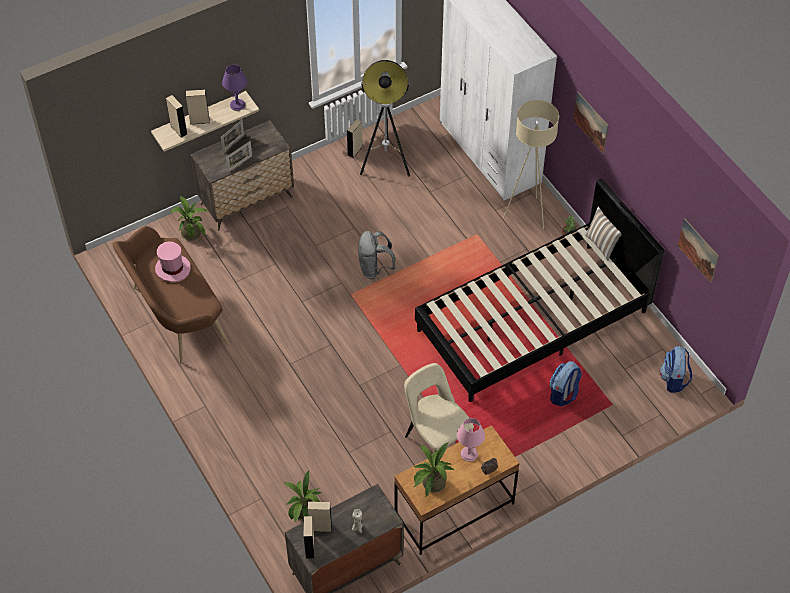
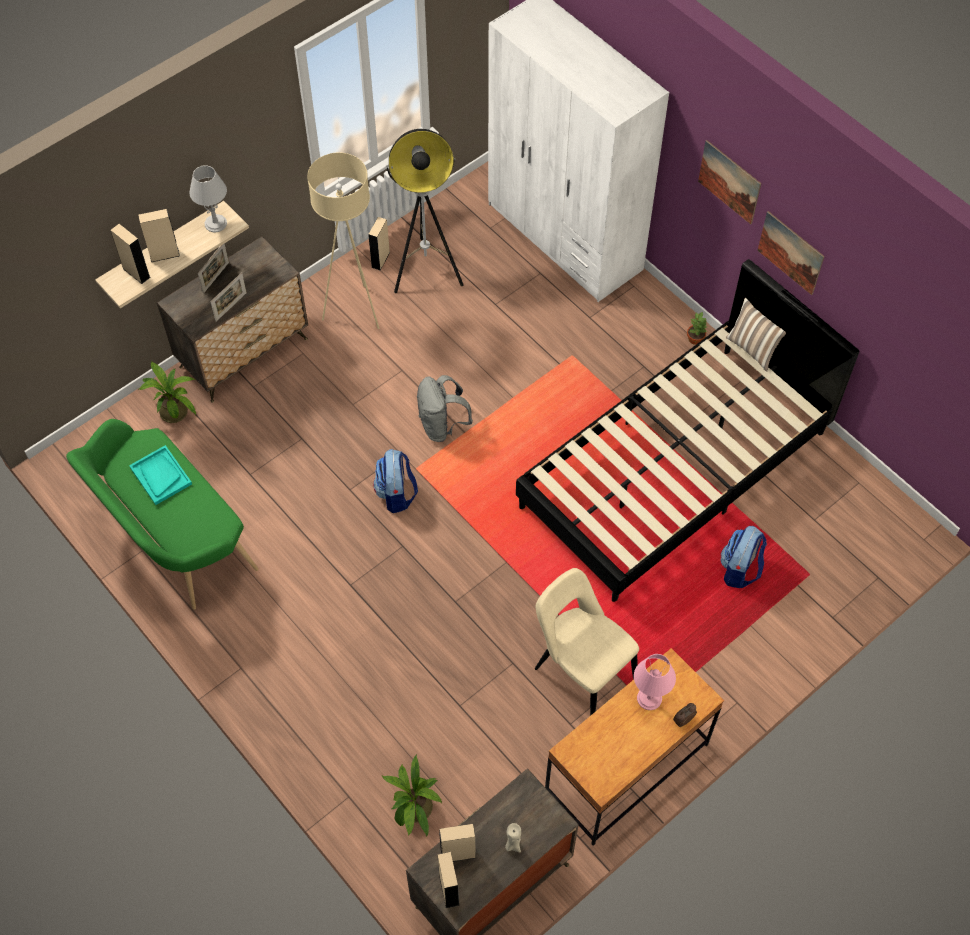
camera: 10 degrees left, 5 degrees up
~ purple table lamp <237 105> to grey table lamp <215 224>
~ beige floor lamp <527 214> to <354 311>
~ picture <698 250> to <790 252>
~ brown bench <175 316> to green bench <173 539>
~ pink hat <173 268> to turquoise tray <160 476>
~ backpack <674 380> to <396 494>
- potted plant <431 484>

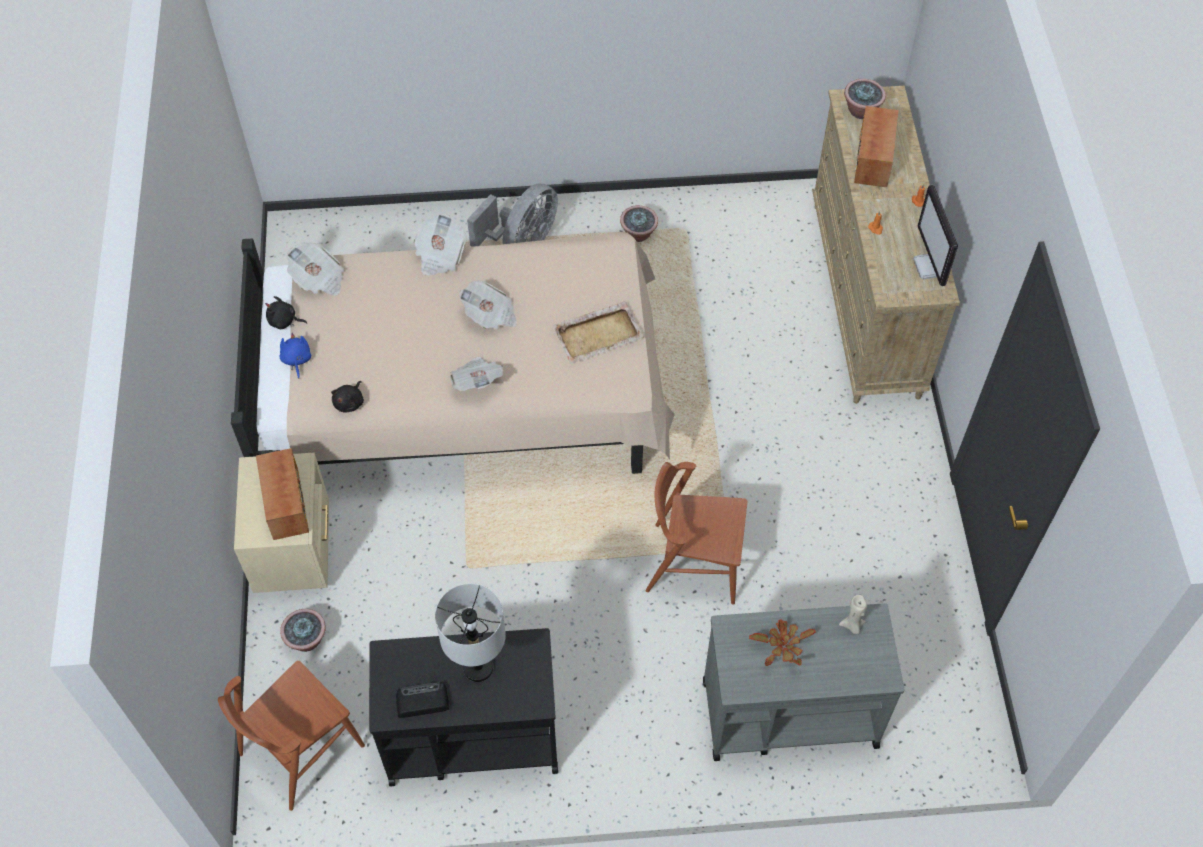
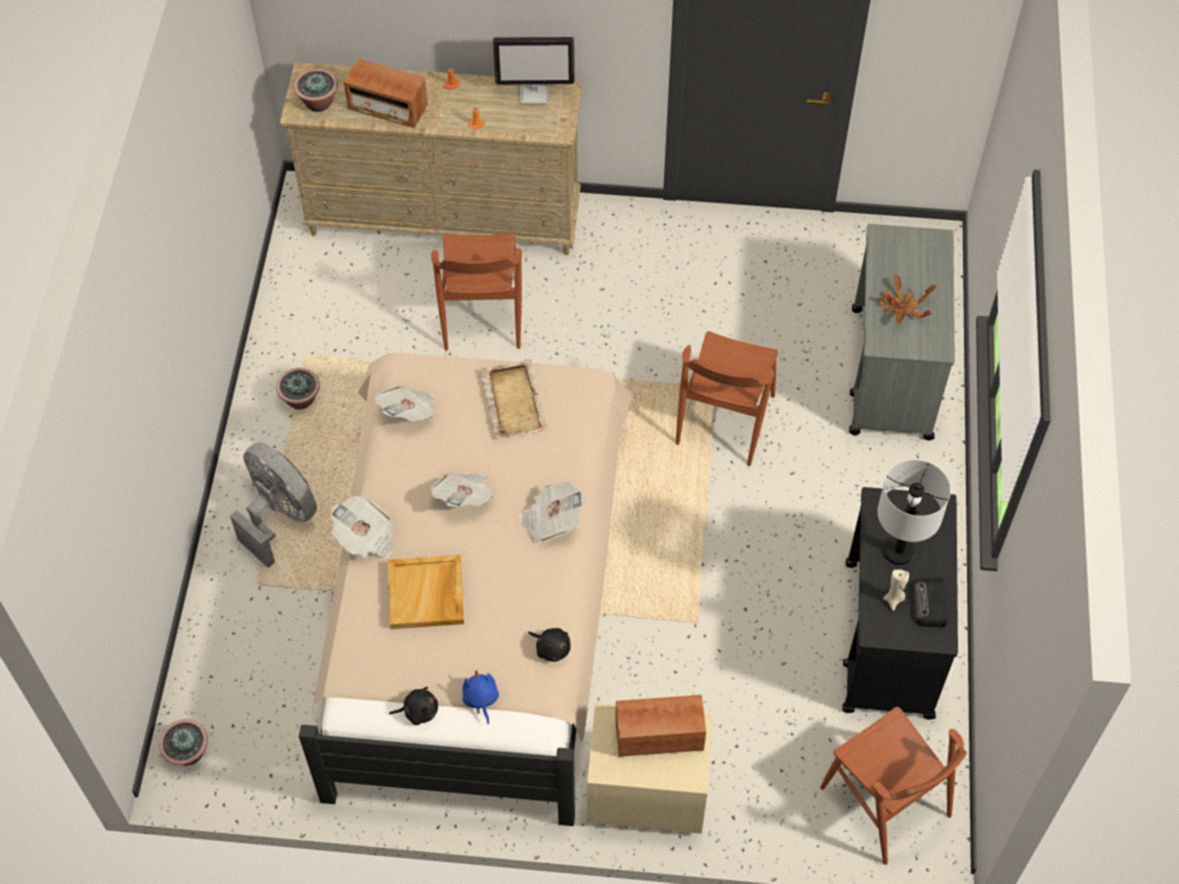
camera: 80 degrees left, 0 degrees up
~ newspaper <319 279> to <409 412>
~ black plush toy <284 321> = <418 711> 120 degrees counterclockwise
~ blue plush toy <296 360> = <480 699> 75 degrees clockwise
~ beige candle <852 625> to <894 599>
~ potted plant <307 640> to <188 753>
+ brown chair <482 314>
+ beige tray <426 594>

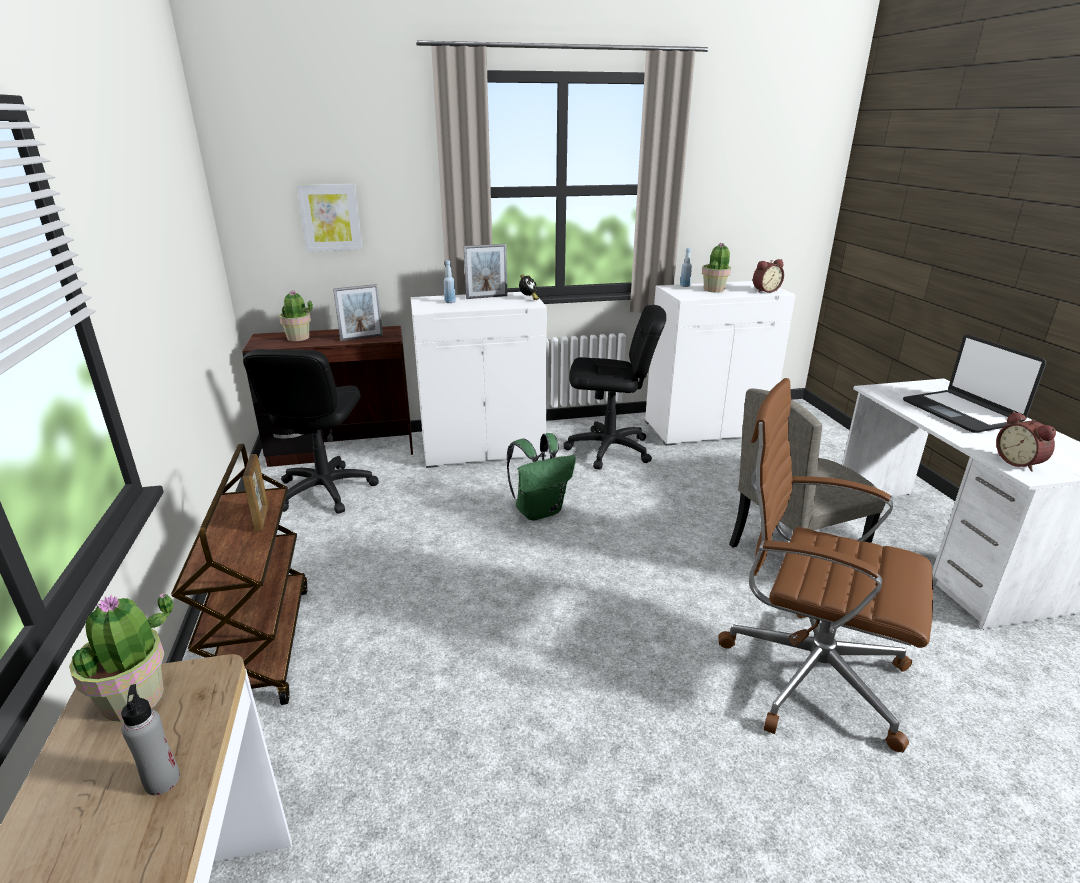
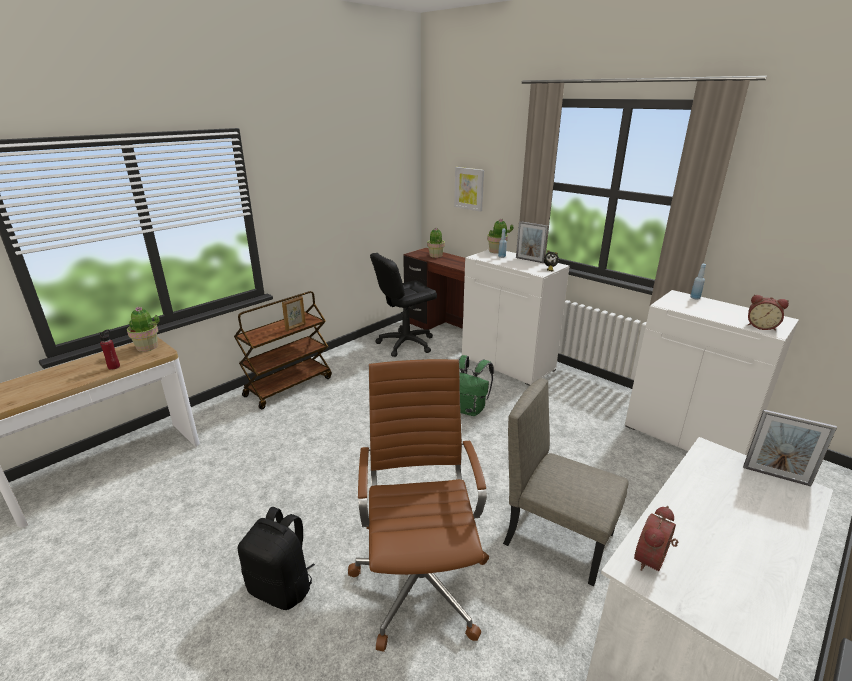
camera: 55 degrees right, 0 degrees up
~ potted plant <714 290> to <496 251>
~ picture frame <361 338> to <776 476>
- black office chair <609 450>
- laptop <961 412>
~ grey bottle <162 780> to red bottle <114 367>
+ black backpack <282 587>

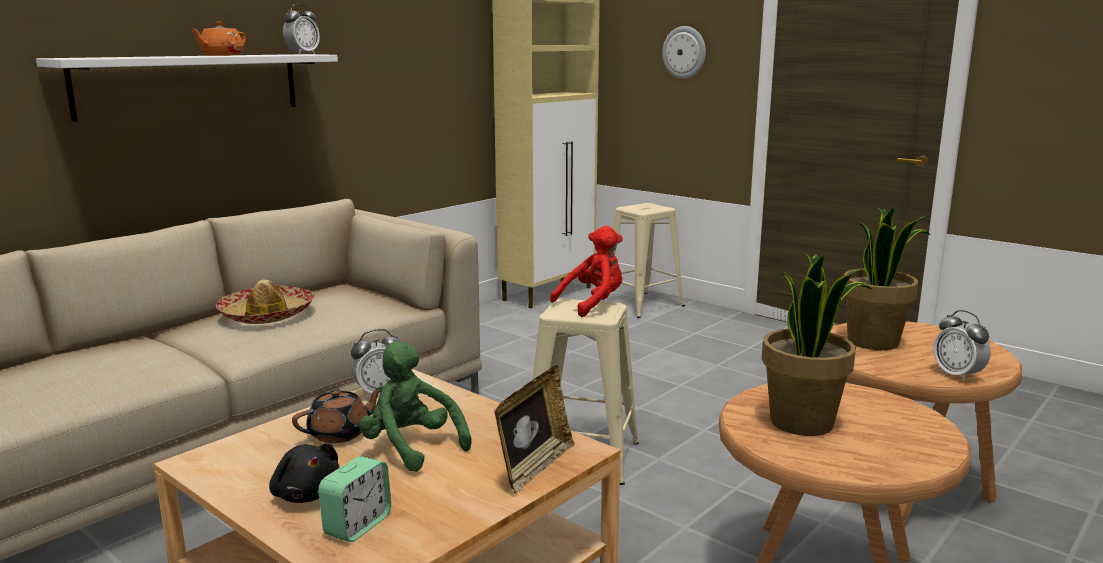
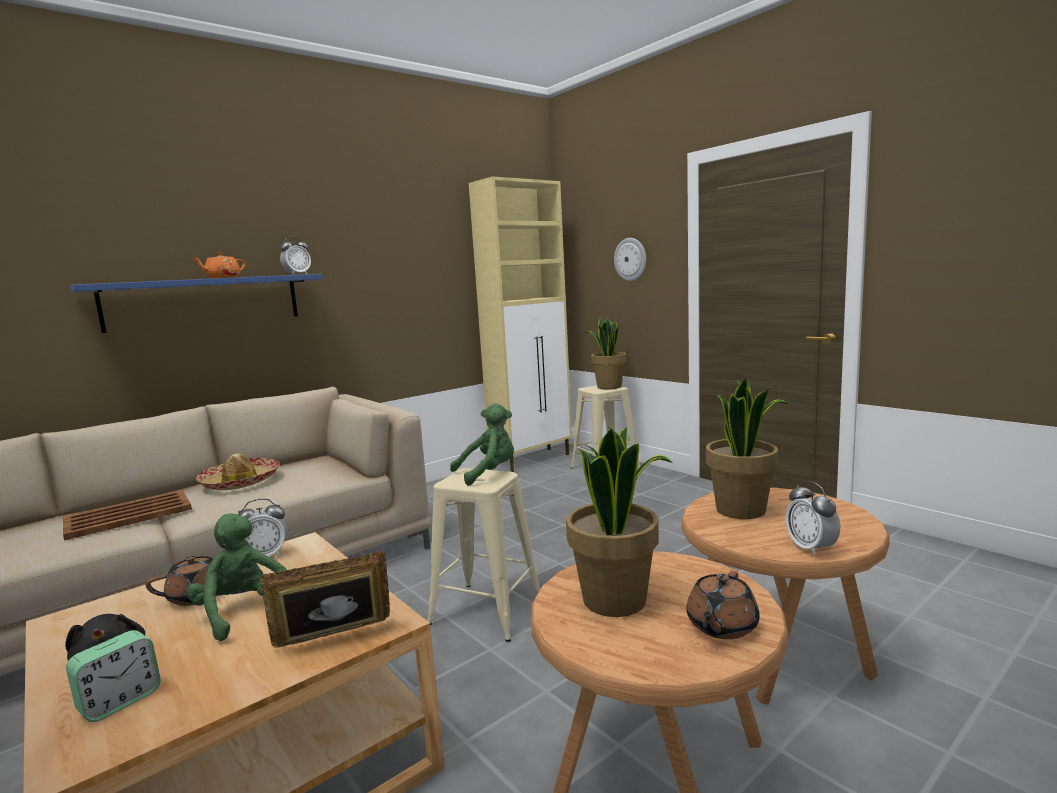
camera: 10 degrees right, 5 degrees down
~ white shelf <190 85> to blue shelf <204 302>
~ red plush toy <593 304> to green plush toy <488 473>
~ picture frame <534 467> = <334 640> 150 degrees counterclockwise
+ potted plant <608 387>
+ brown tray <130 515>
+ brown teapot <721 626>

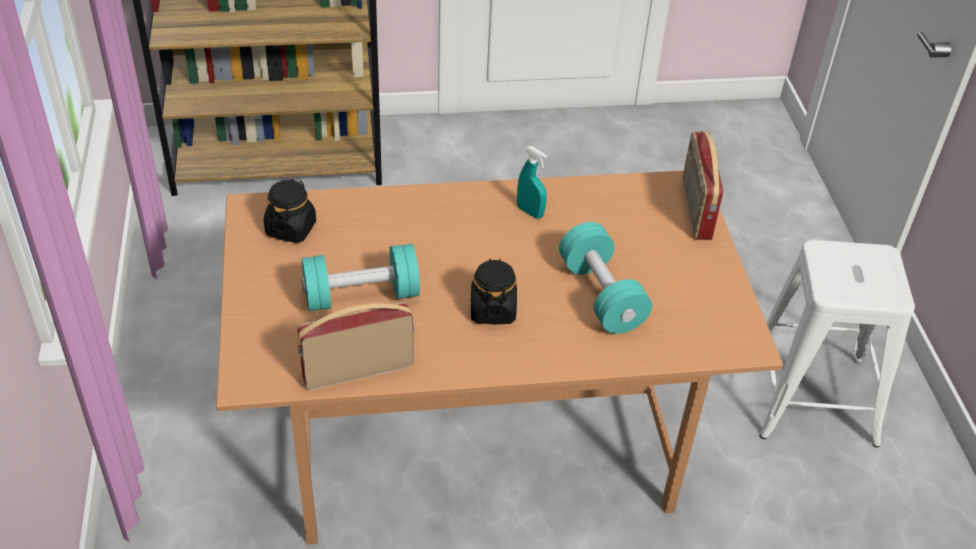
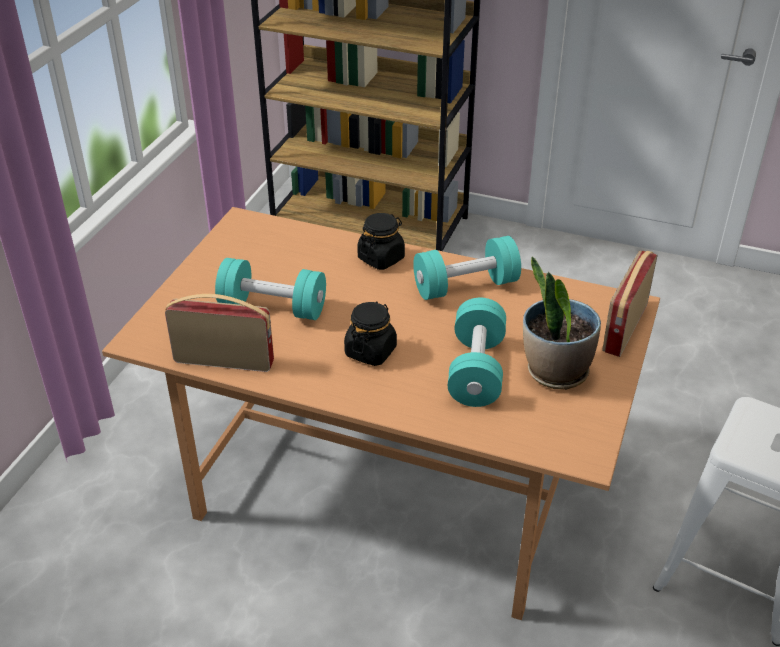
camera: 30 degrees right, 5 degrees down
~ turquoise spray bottle <530 212> to turquoise dumbbell <465 286>
~ black jar <291 228> to <381 258>
+ potted plant <555 372>

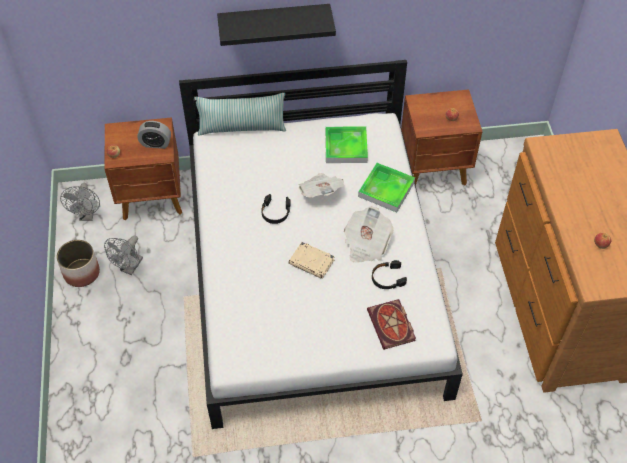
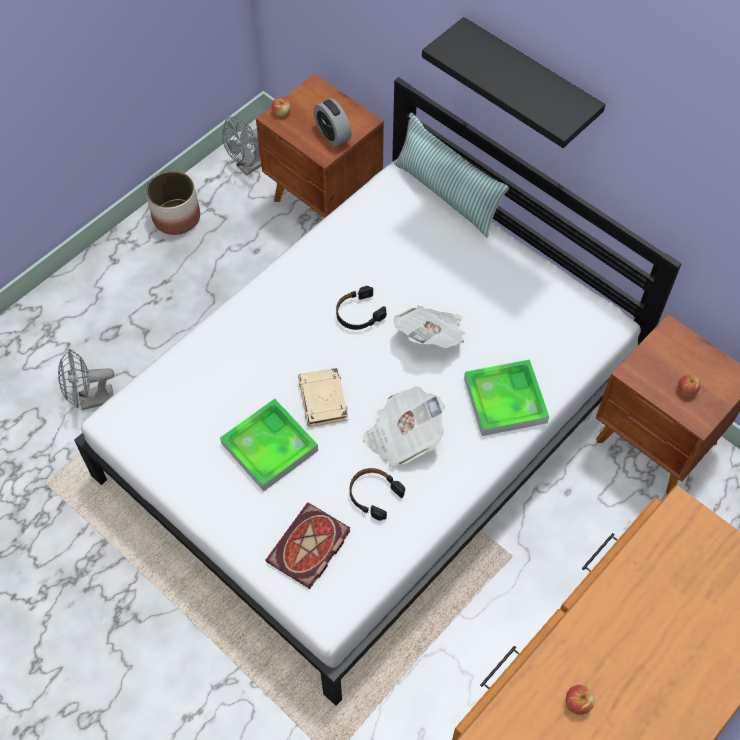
camera: 50 degrees right, 5 degrees up
~ tray <346 147> to <269 447>
~ grey fan <129 268> to <91 400>

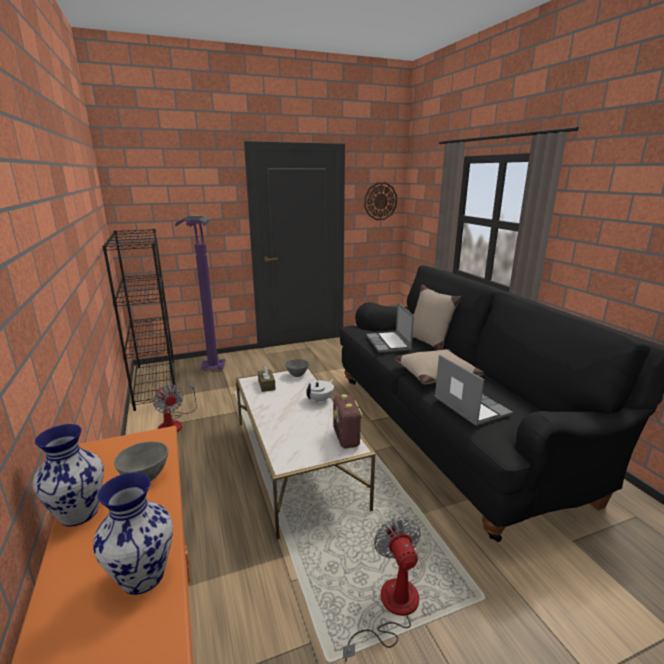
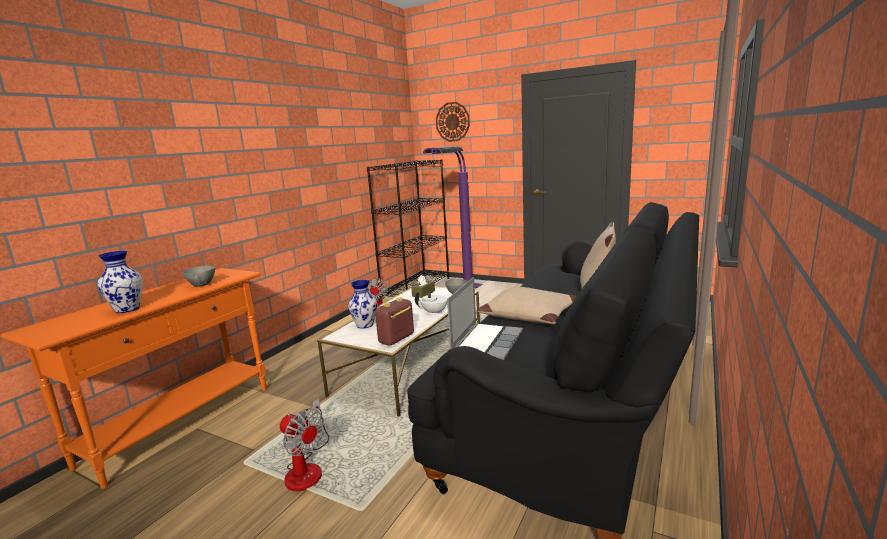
camera: 50 degrees right, 5 degrees down
~ wall clock <380 201> to <452 122>
- laptop <389 343>
~ vase <78 513> to <364 325>
~ fan <391 609> = <307 468> 90 degrees clockwise

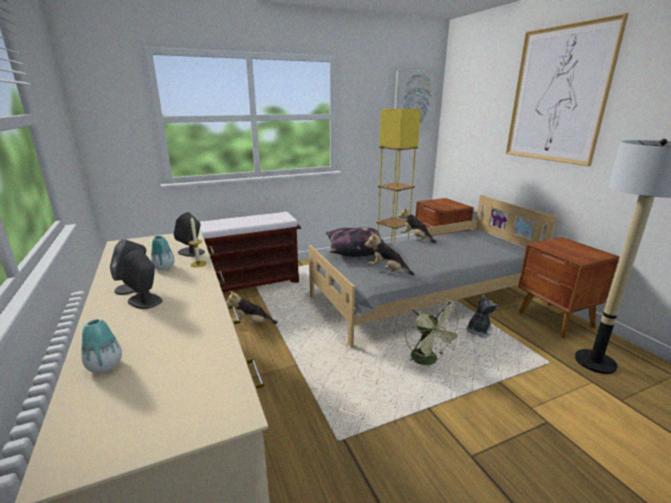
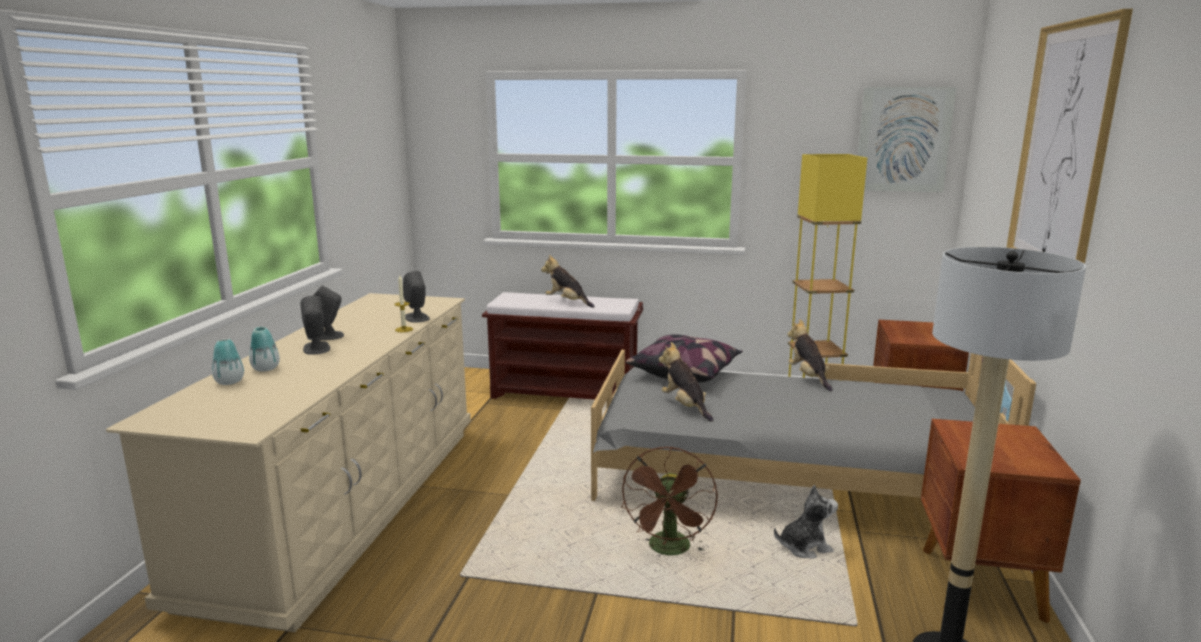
camera: 35 degrees right, 5 degrees down
~ vase <164 267> to <266 369>
~ plush toy <252 323> to <567 302>
~ green fan <428 361> to brown fan <669 551>

